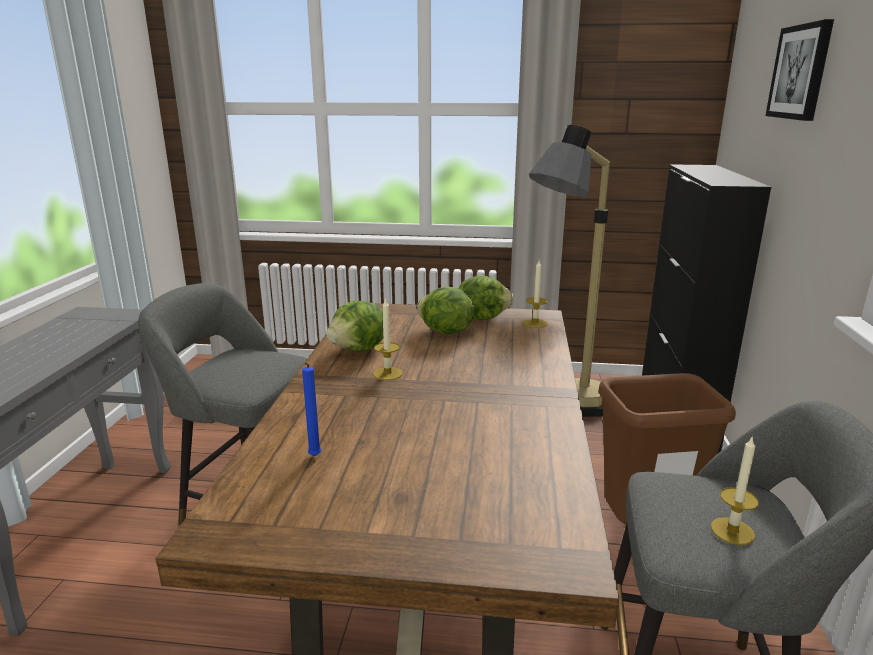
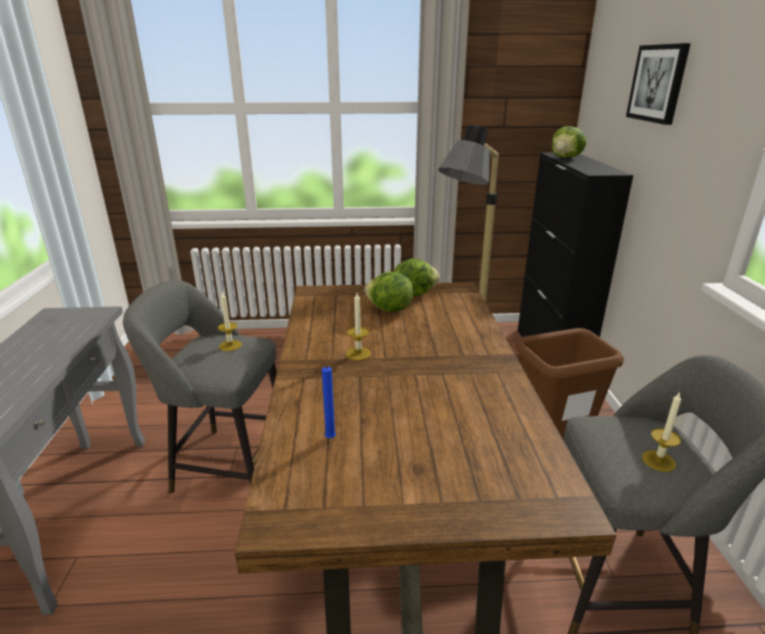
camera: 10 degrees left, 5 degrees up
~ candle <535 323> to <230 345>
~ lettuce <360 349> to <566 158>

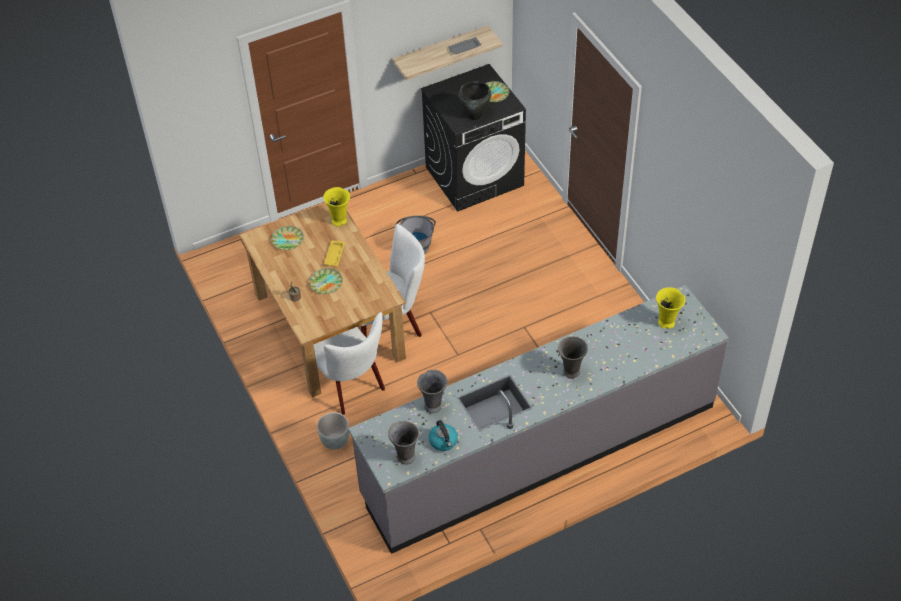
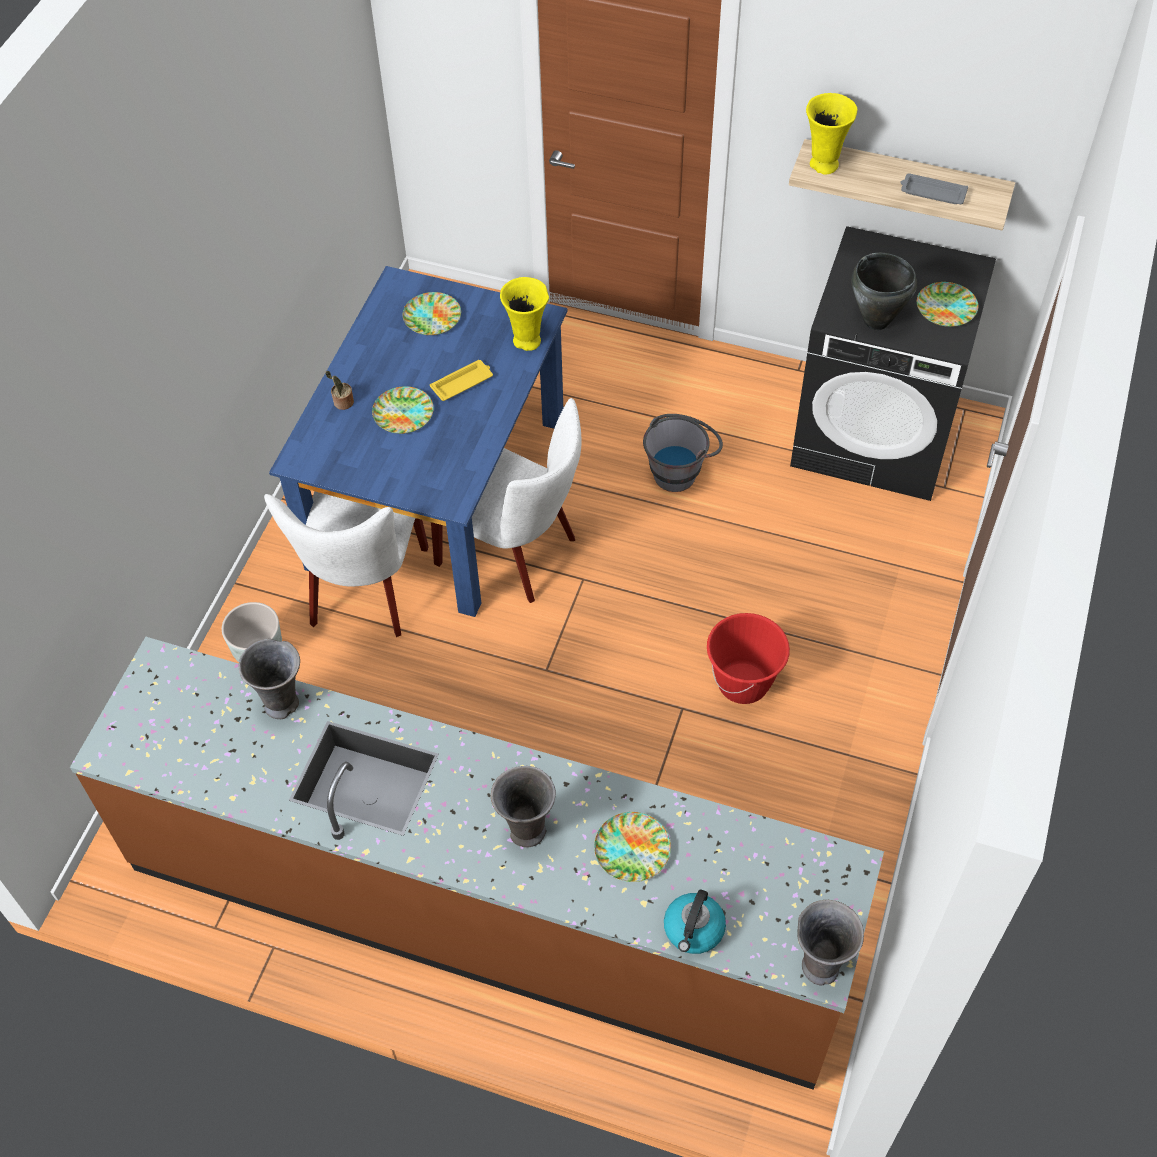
camera: 45 degrees right, 5 degrees up
~ brown dining table <330 326> to blue dining table <439 493>
~ grey counter <539 450> to brown counter <484 910>
~ yellow vase <667 323> to <824 166>
~ kettle <443 441> to <693 930>
~ grey vase <405 457> to <819 965>
+ red bucket <743 683>
+ plate <632 850>

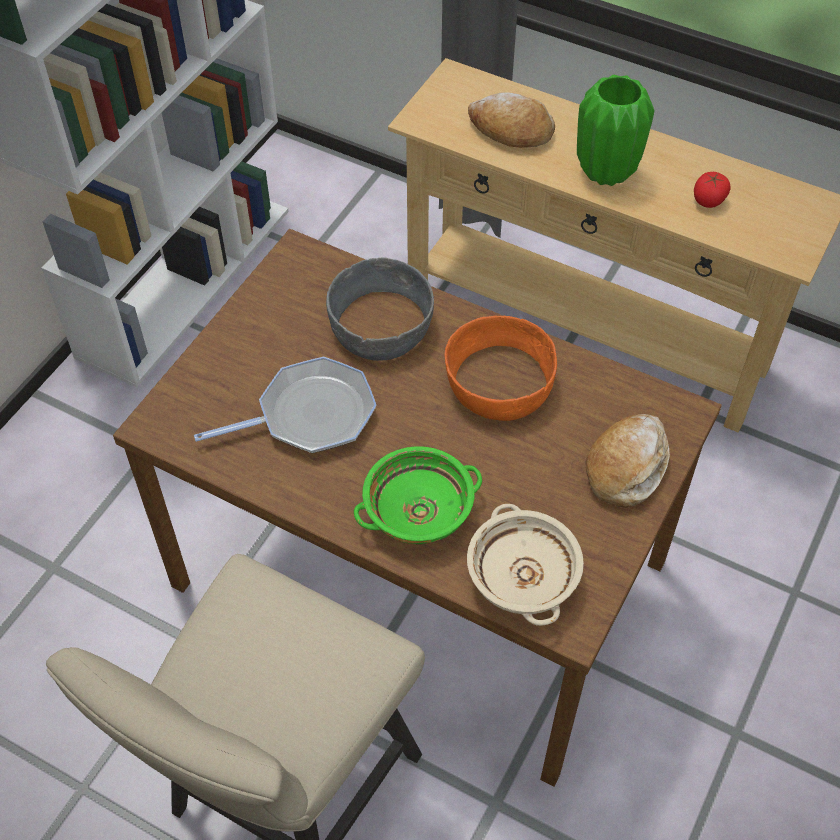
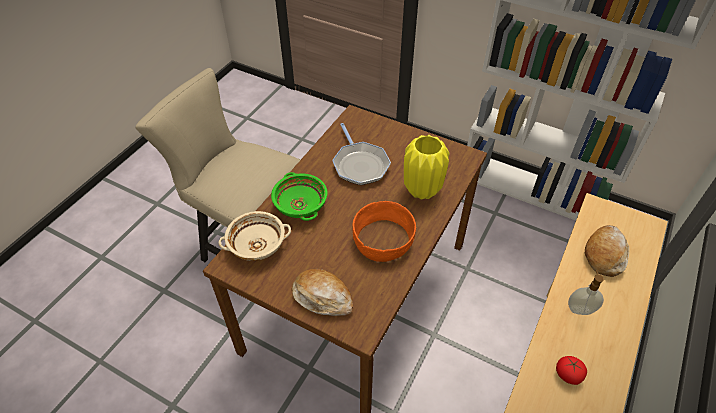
camera: 90 degrees right, 5 degrees down
~ green vase <607 171> to soap dispenser <580 309>
~ grey bowl <380 323> to yellow vase <422 189>

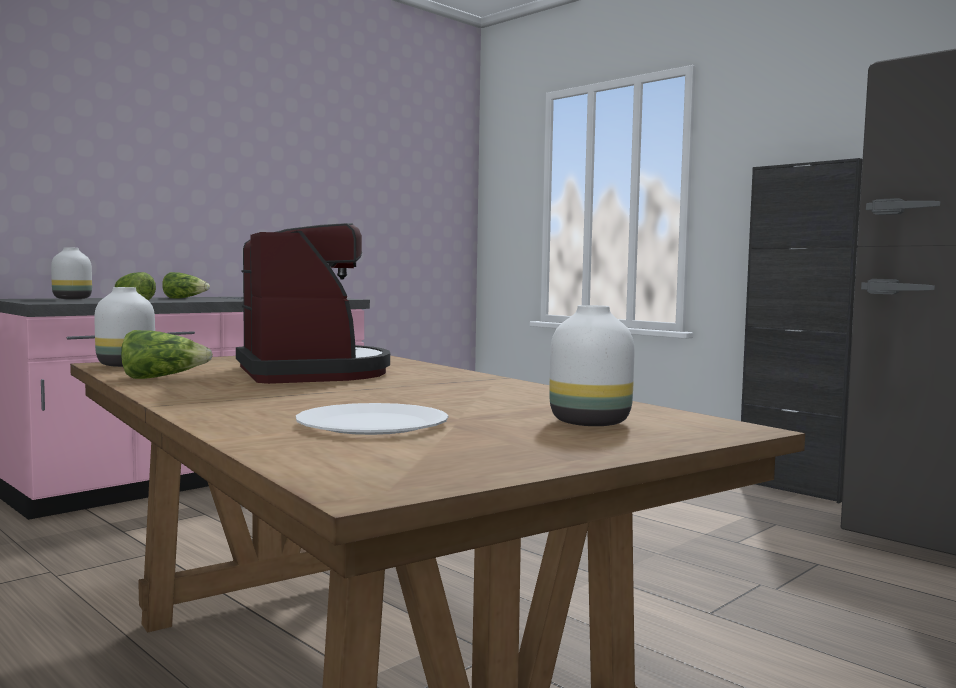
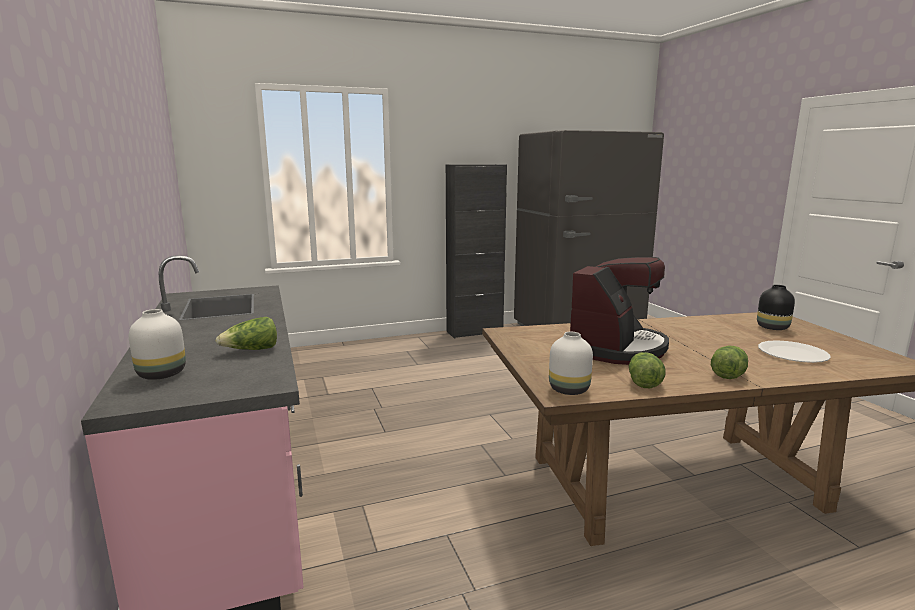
camera: 65 degrees left, 10 degrees up
~ coffee machine <312 372> = <616 348> 120 degrees clockwise
~ lettuce <185 298> to <727 373>
~ white vase <591 423> to black vase <773 327>

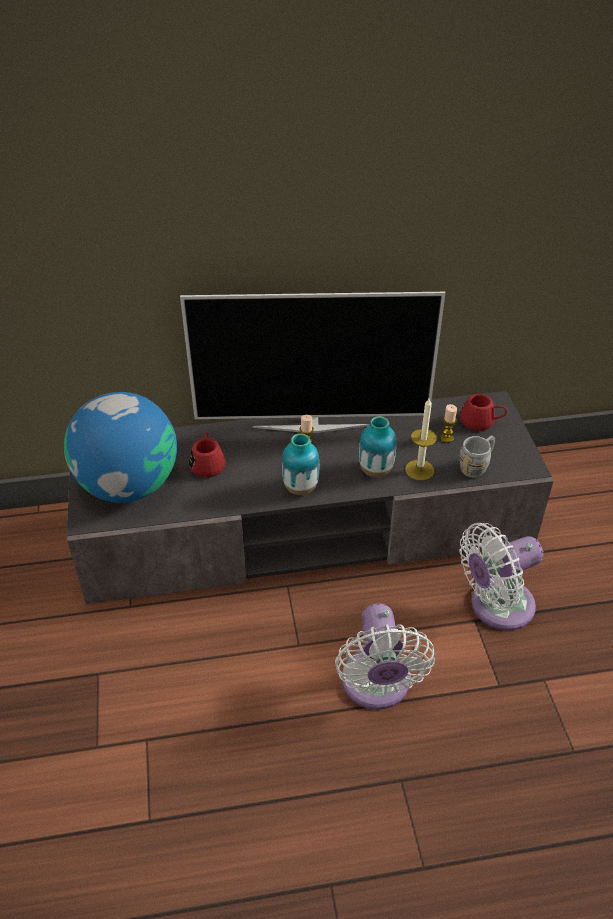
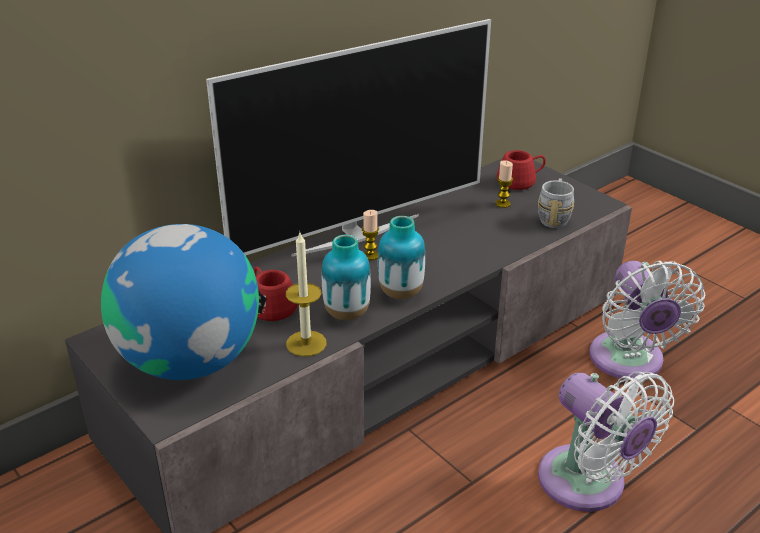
camera: 30 degrees left, 10 degrees down
~ candle <419 470> to <306 343>
~ vase <375 470> to <347 313>
~ white fan <496 607> = <629 362> 45 degrees counterclockwise

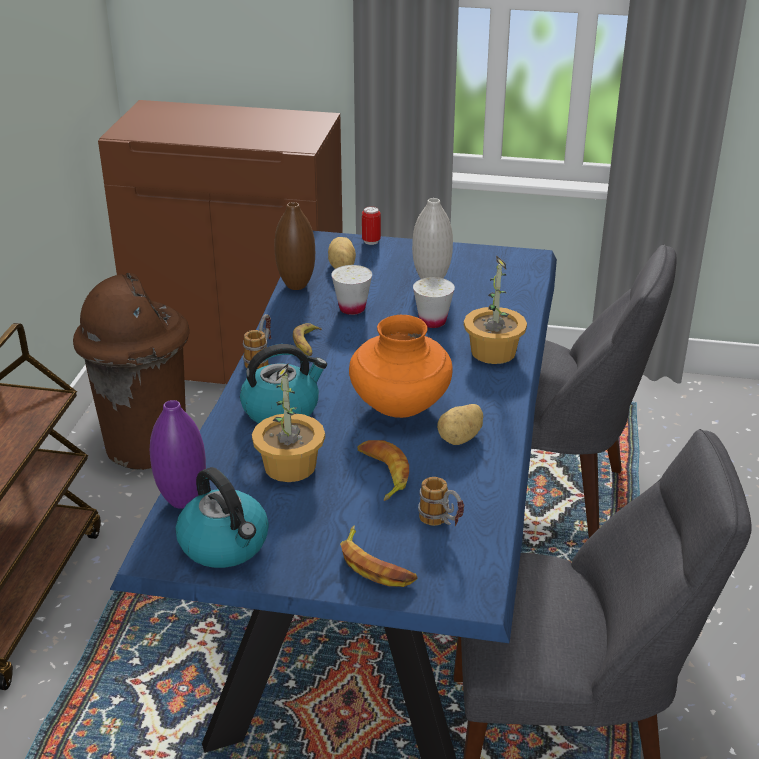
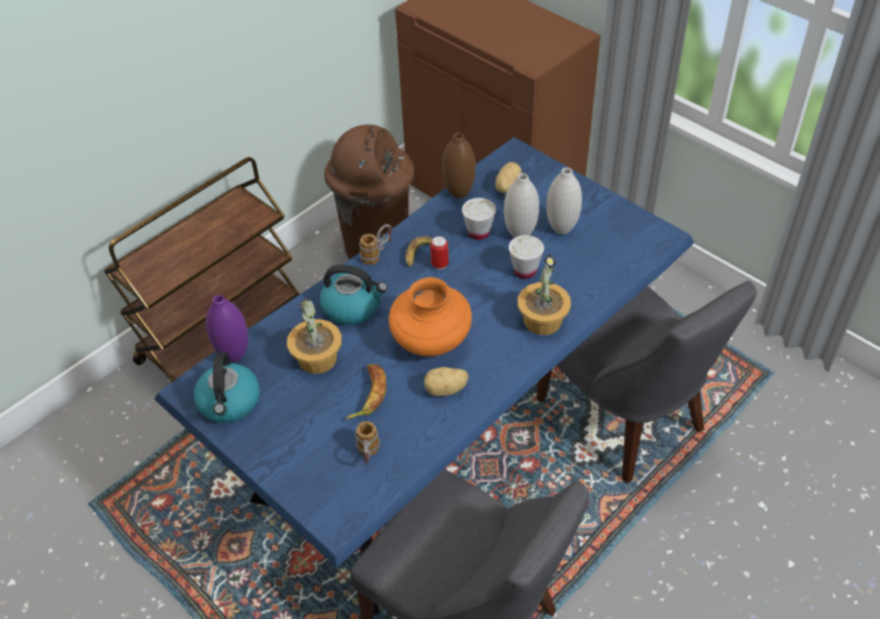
camera: 35 degrees right, 15 degrees up
~ can <371 241> to <439 264>
- banana <376 565>
+ white vase <520 234>

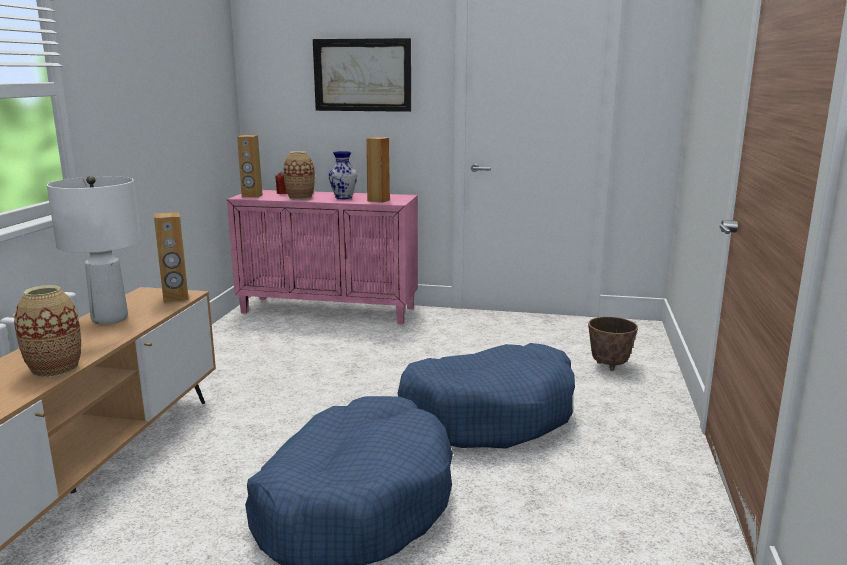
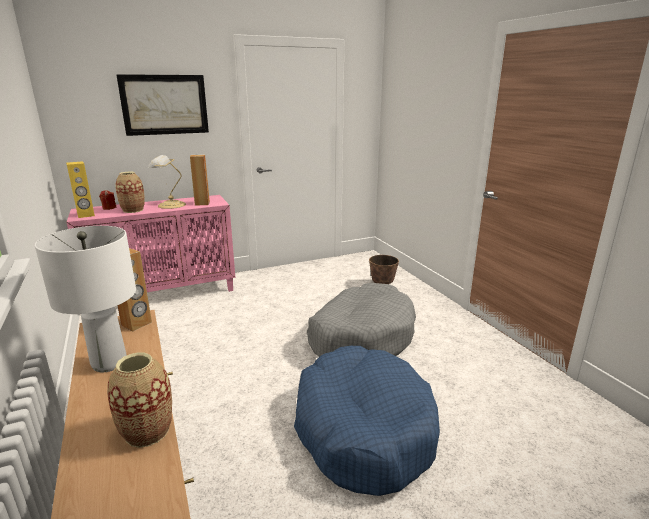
camera: 35 degrees left, 5 degrees up
~ brown speaker <252 196> to yellow speaker <86 215>
~ vase <343 197> to table lamp <170 205>
~ blue dog bed <489 414> to grey dog bed <361 336>

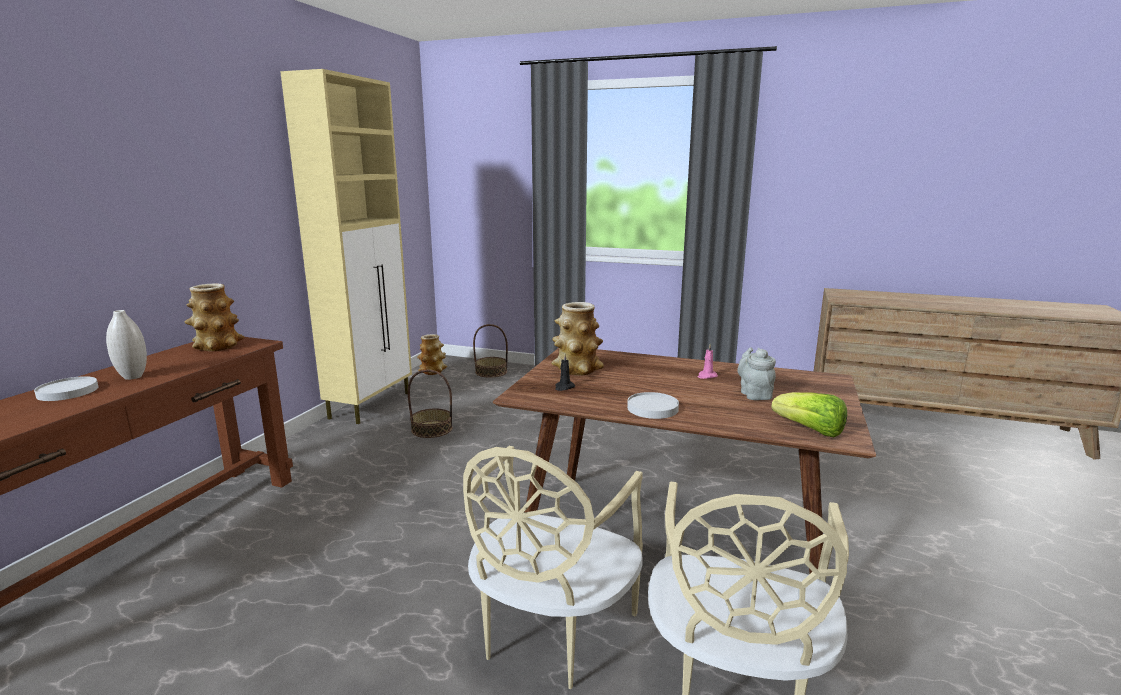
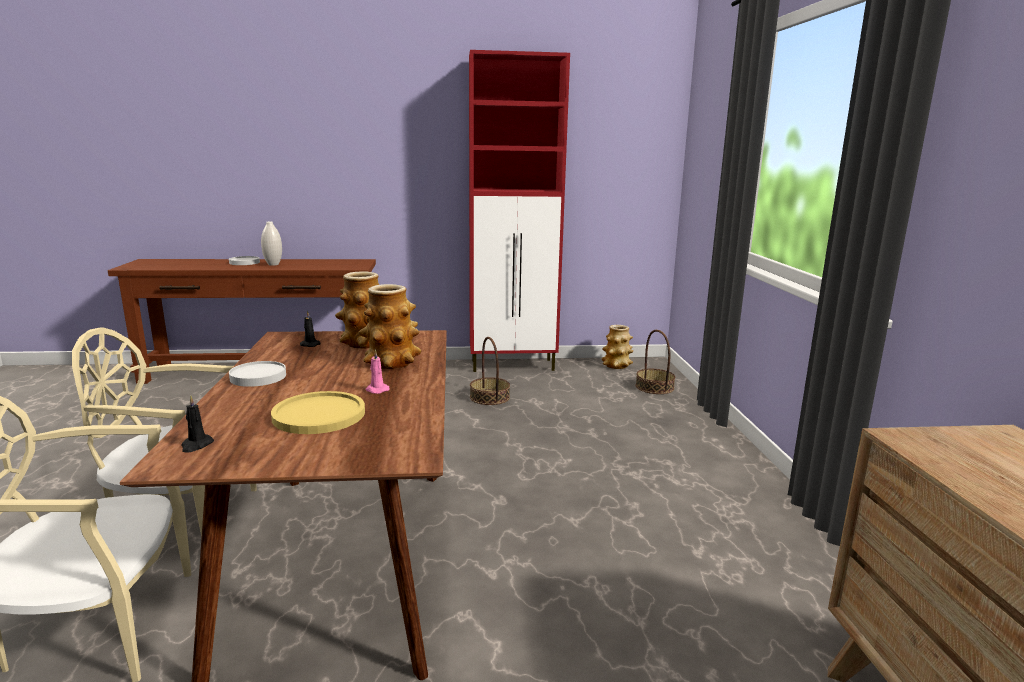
camera: 65 degrees right, 0 degrees up
~ beige cabinet <371 405> to red cabinet <514 365>
~ vase <218 346> to <391 362>
~ grey teapot <754 394> to yellow plate <319 414>
~ lettuce <810 430> to black candle <196 445>

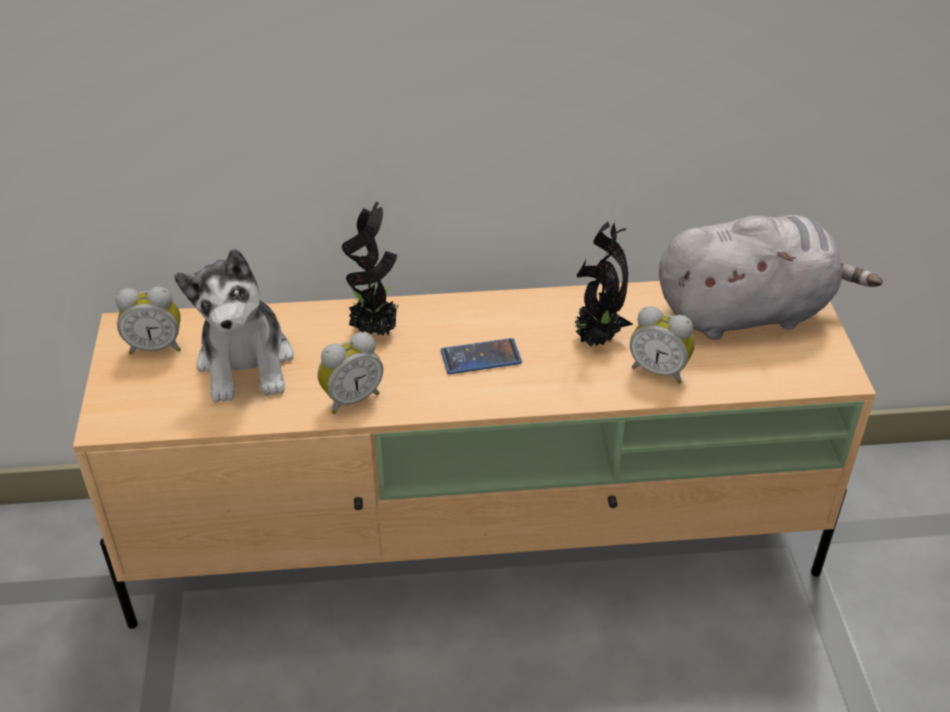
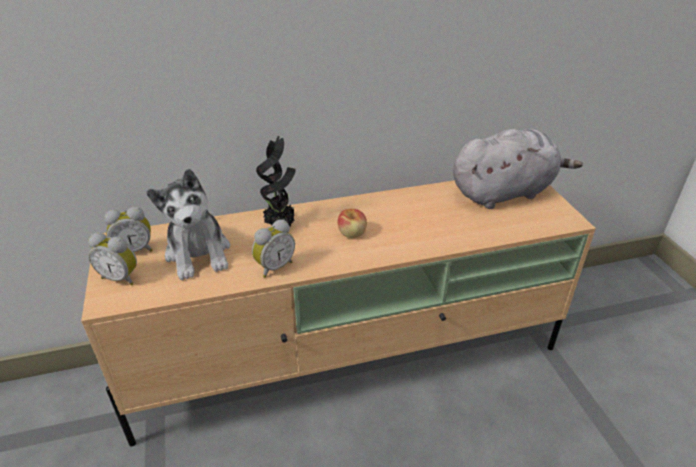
camera: 10 degrees left, 5 degrees down
- potted plant <597 340>
~ alarm clock <659 370> to <121 277>
~ phone <481 357> to apple <352 233>

